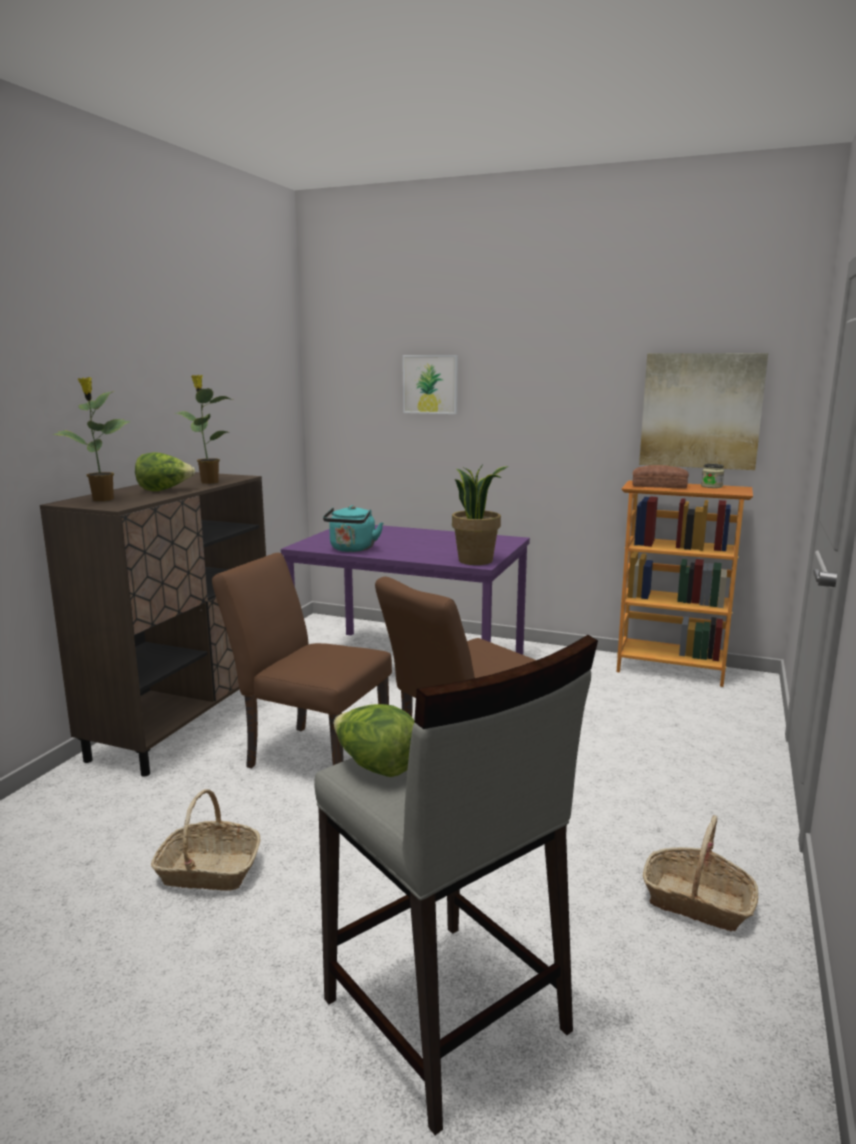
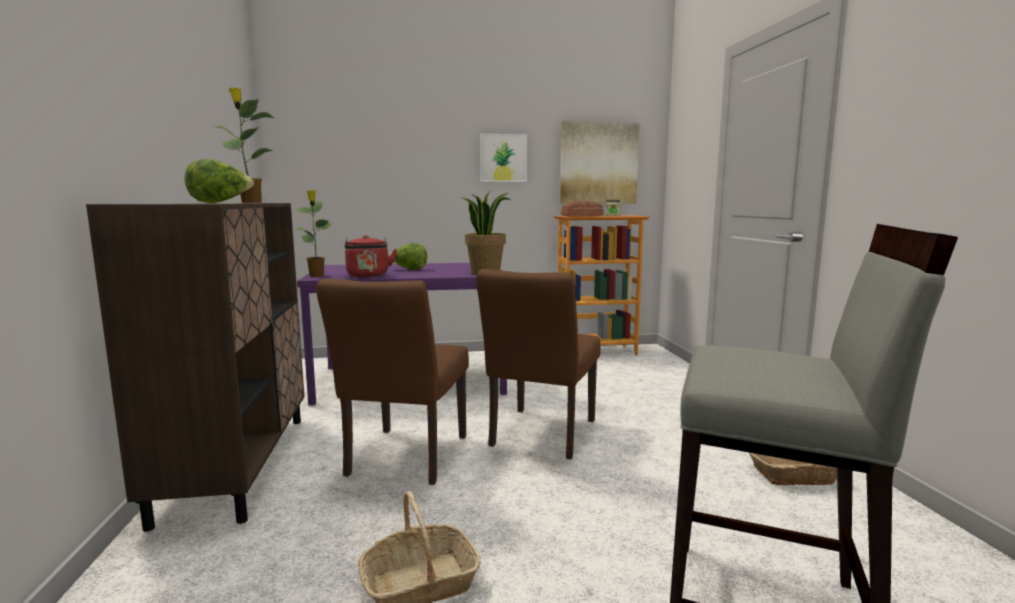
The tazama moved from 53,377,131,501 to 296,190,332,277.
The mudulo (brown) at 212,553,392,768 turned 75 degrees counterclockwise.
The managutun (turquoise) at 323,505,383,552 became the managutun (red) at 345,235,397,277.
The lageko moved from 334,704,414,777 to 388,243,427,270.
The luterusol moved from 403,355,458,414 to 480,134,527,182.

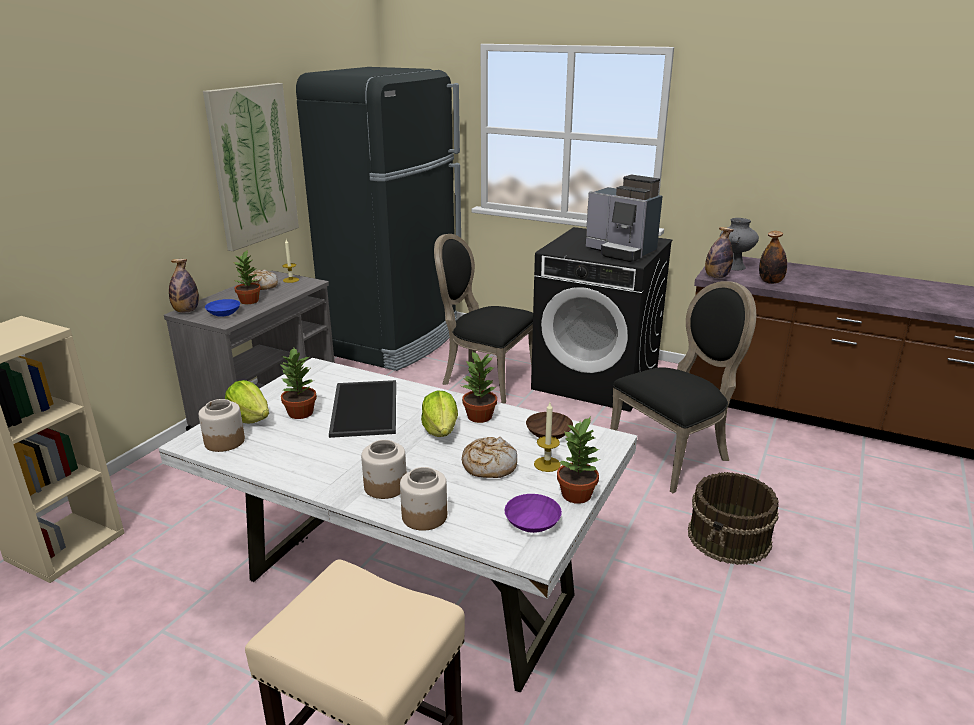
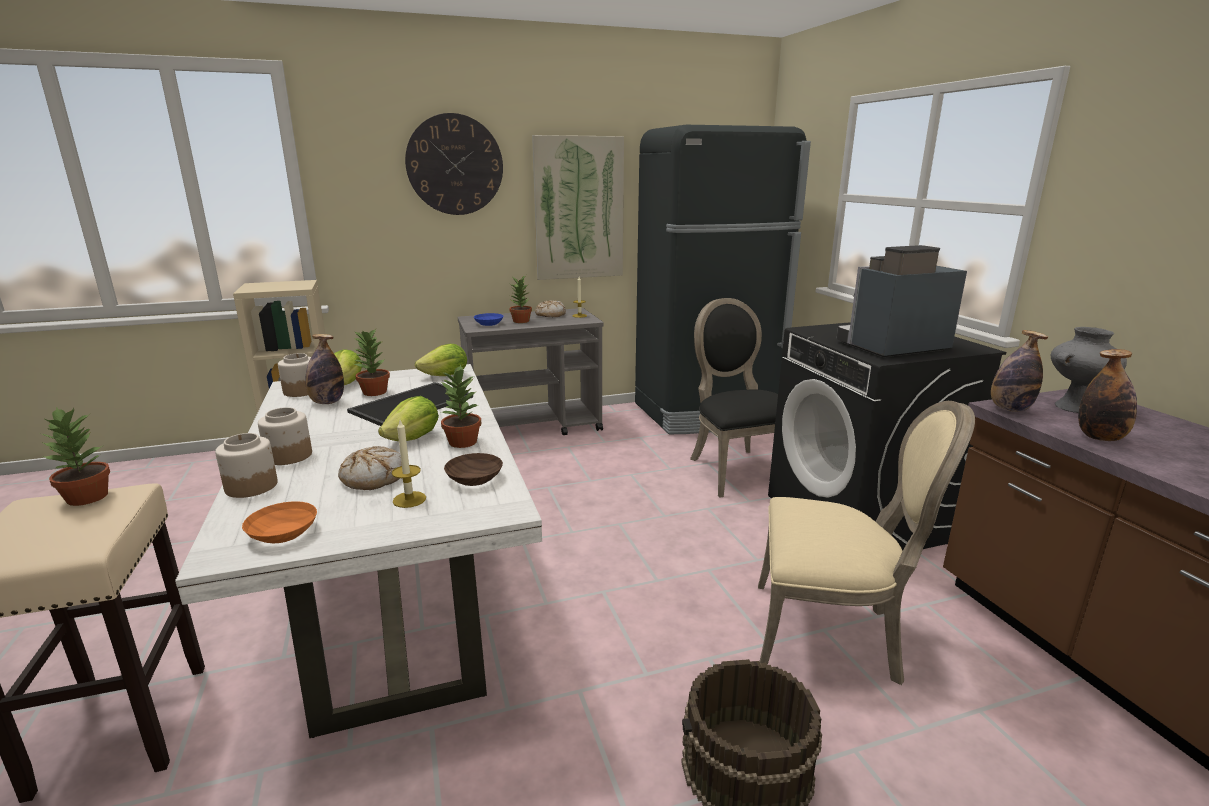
The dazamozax moved from 169,259,199,313 to 305,334,344,404.
The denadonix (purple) at 505,494,562,533 became the denadonix (orange) at 242,501,317,543.
The tazama moved from 557,417,599,504 to 42,407,110,506.
The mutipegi at 585,175,662,262 turned 75 degrees clockwise.
The mudulo (black) at 610,281,756,493 became the mudulo (beige) at 758,401,975,685.
The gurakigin at 405,113,503,215 appeared.
The lageko at 415,344,467,376 appeared.

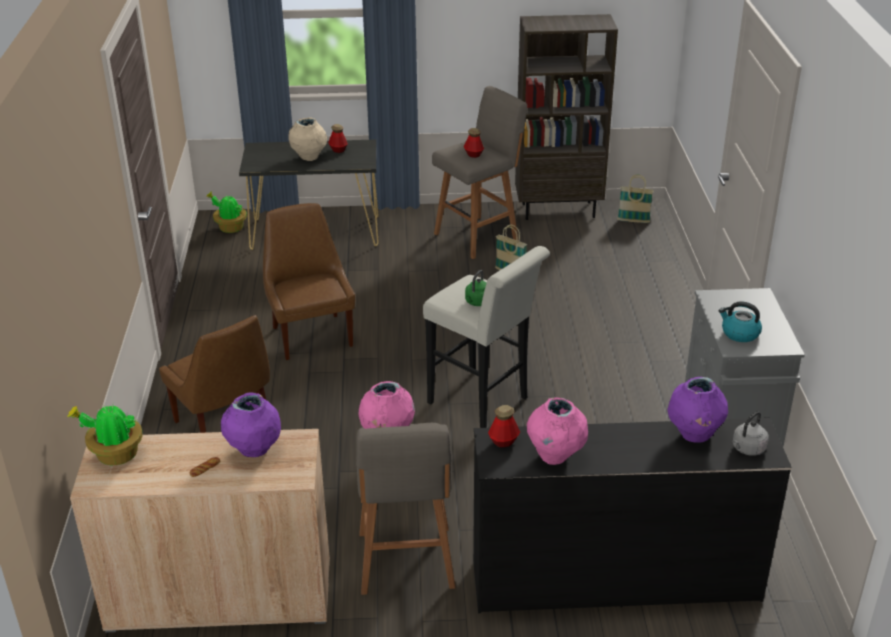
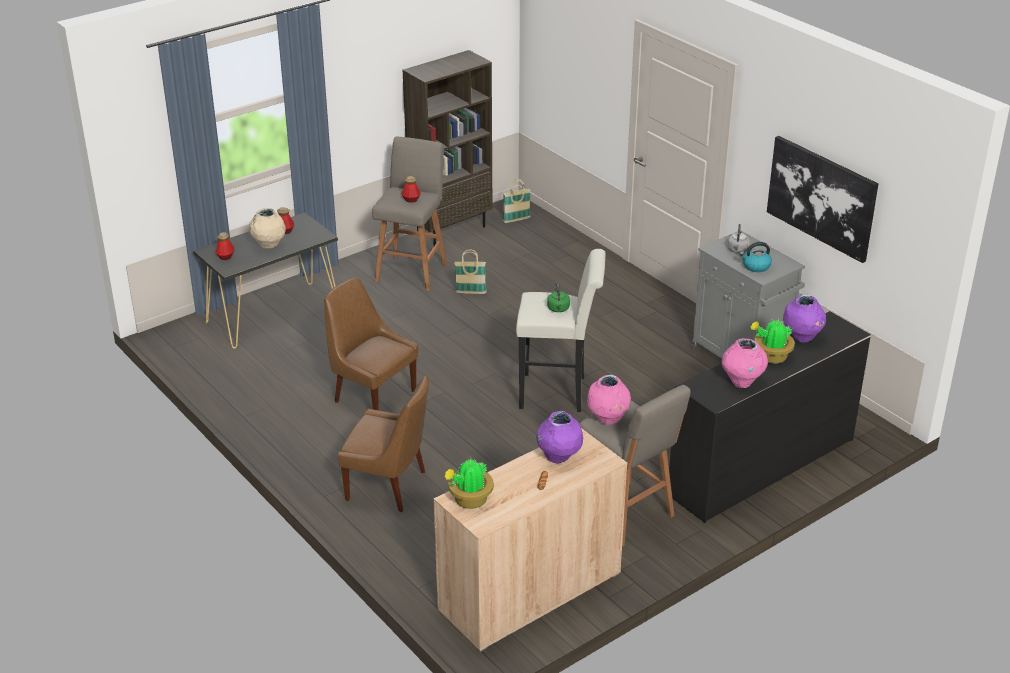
The tazama moved from 207,192,247,233 to 750,319,795,364.
The dazamozax moved from 488,405,520,448 to 216,232,234,260.
The managutun (grey) moved from 733,411,769,456 to 728,224,750,253.
The luterusol at 767,136,878,263 appeared.

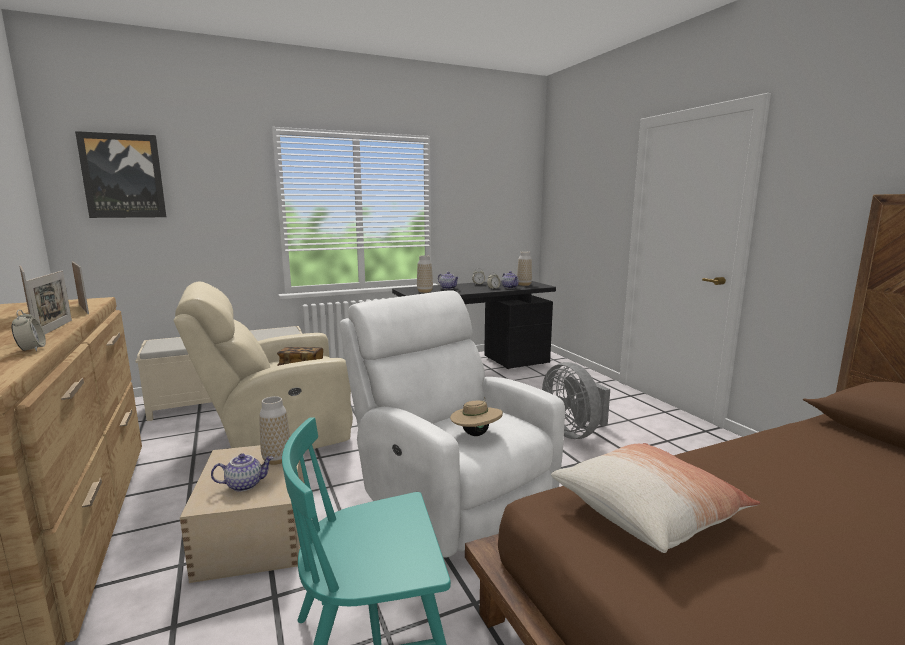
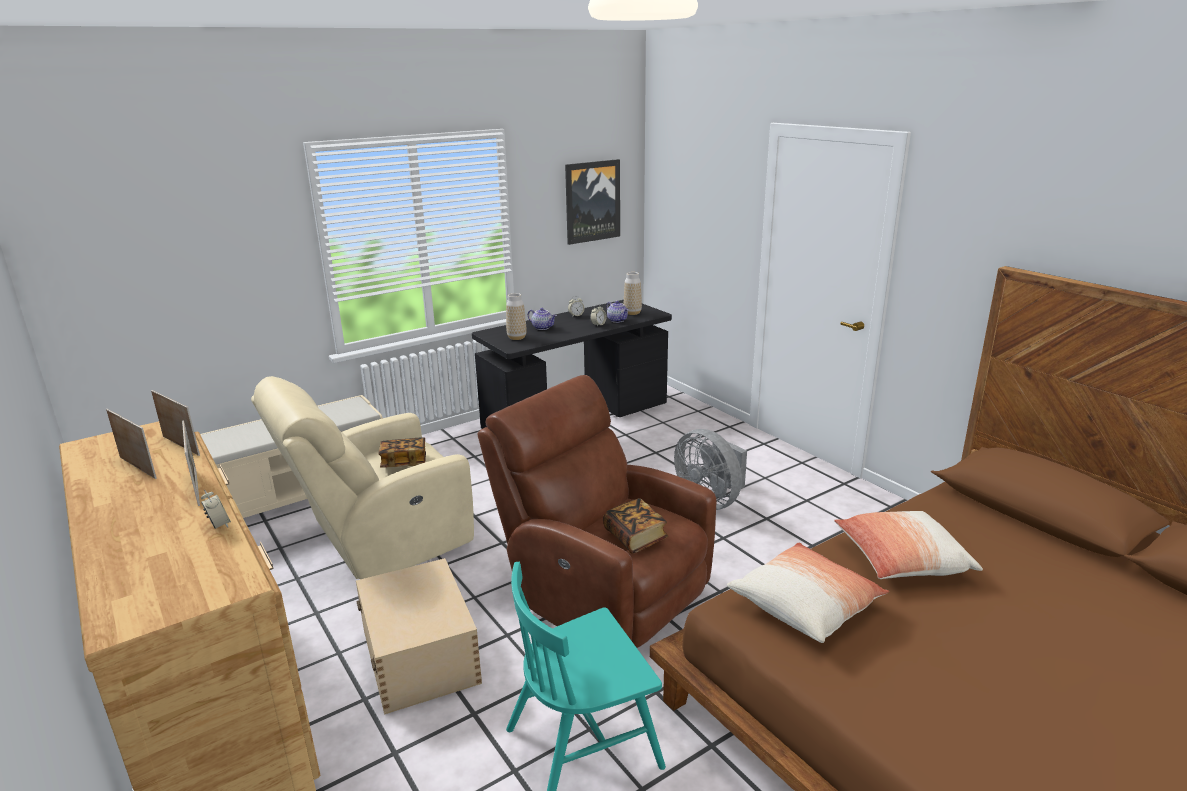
The luterusol moved from 75,131,166,218 to 565,159,620,245.
The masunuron at 211,453,274,492 disappeared.
The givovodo at 259,396,290,465 disappeared.
The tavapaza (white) at 339,290,565,557 became the tavapaza (brown) at 477,375,717,648.
The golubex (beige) at 450,397,503,436 was replaced by the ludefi at 603,498,668,554.
The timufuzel at 834,511,983,579 appeared.

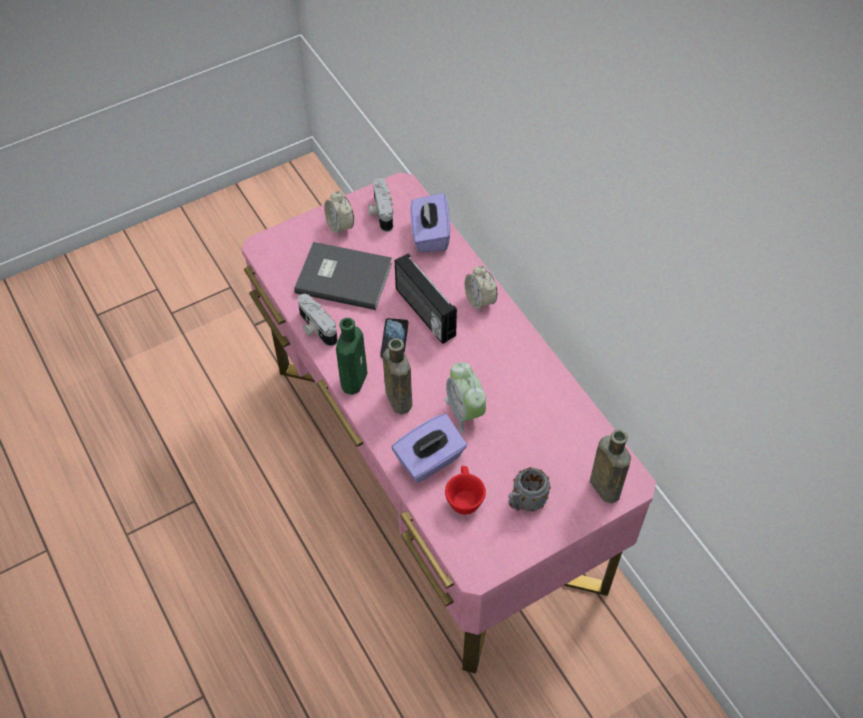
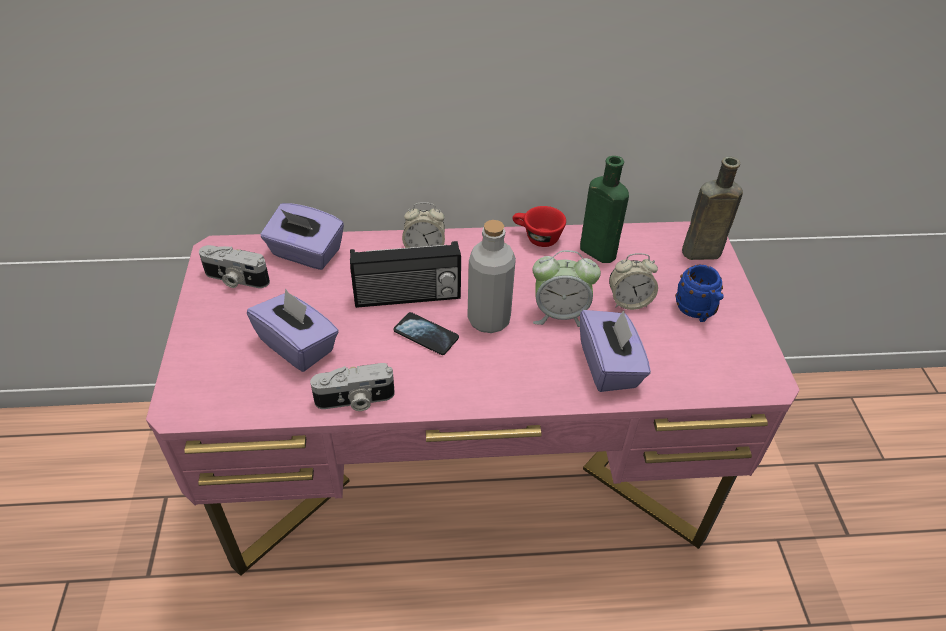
The ludefi (grey) at 294,242,392,310 was replaced by the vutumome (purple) at 247,288,339,372.
The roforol moved from 324,191,354,236 to 609,253,658,310.
The dazamozax (green) moved from 336,318,367,395 to 580,156,629,263.
The dazamozax (brown) at 383,338,412,414 disappeared.
The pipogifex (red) moved from 445,466,486,515 to 512,206,566,247.
The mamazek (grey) at 508,467,551,511 became the mamazek (blue) at 675,265,724,322.
The dazamozax (grey) at 467,220,516,333 appeared.

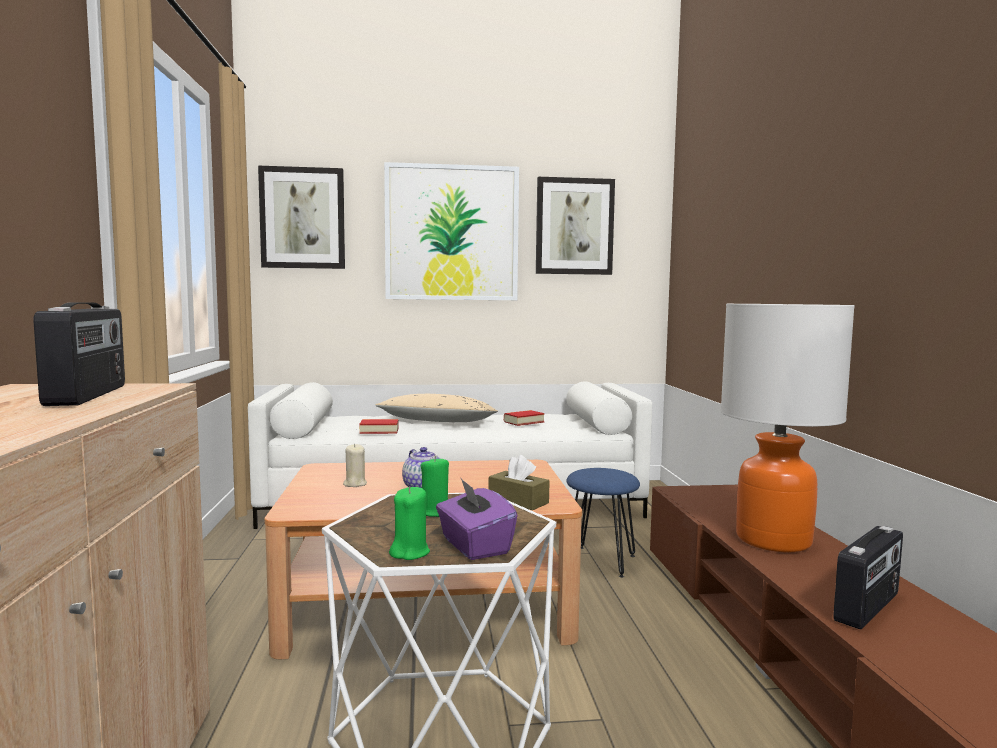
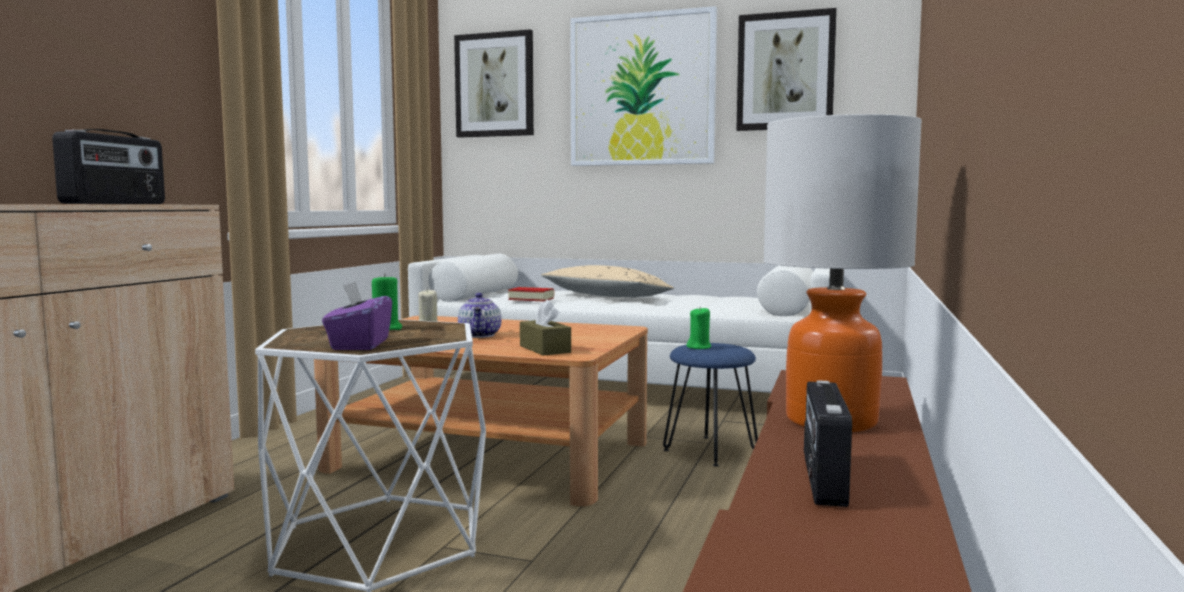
The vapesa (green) moved from 389,486,430,560 to 687,307,711,349.
The ludefi at 504,410,545,426 disappeared.
The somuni at 833,526,903,629 turned 120 degrees clockwise.

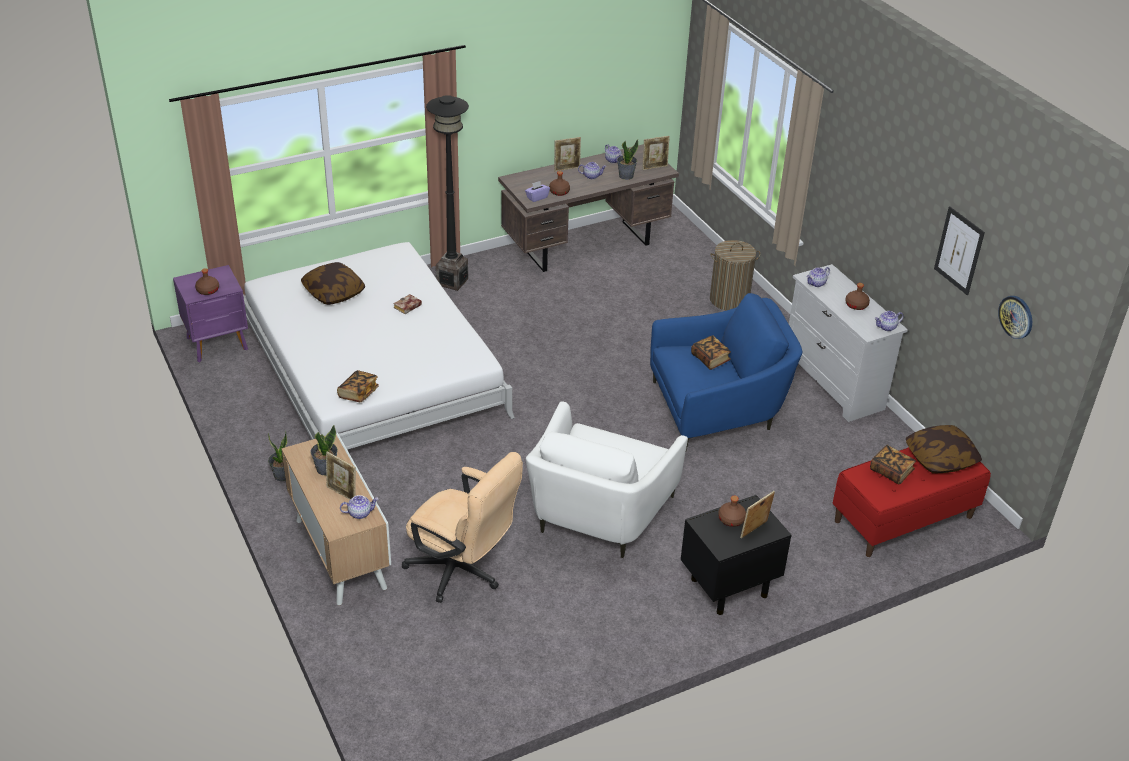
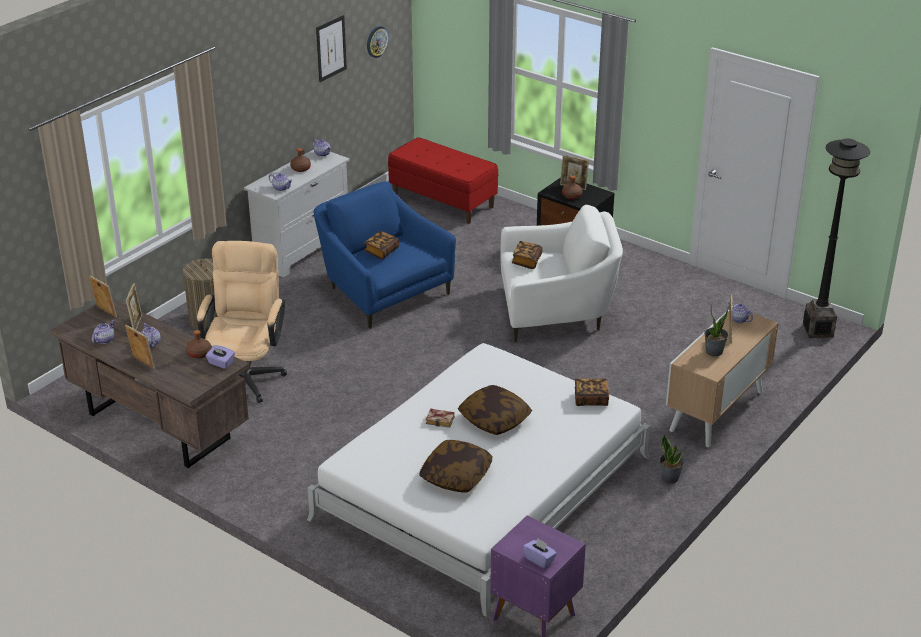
The dazamozax (brown) at 195,268,219,295 disappeared.
The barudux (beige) moved from 402,452,523,603 to 197,241,287,403.
The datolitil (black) moved from 426,95,469,291 to 803,139,870,338.
The tazama at 617,140,638,180 was replaced by the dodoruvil at 126,283,142,330.
The ludefi moved from 870,445,916,485 to 512,241,542,269.
The timufuzel moved from 906,425,982,473 to 458,385,532,435.
The vutumome (purple) at 523,538,557,568 appeared.

